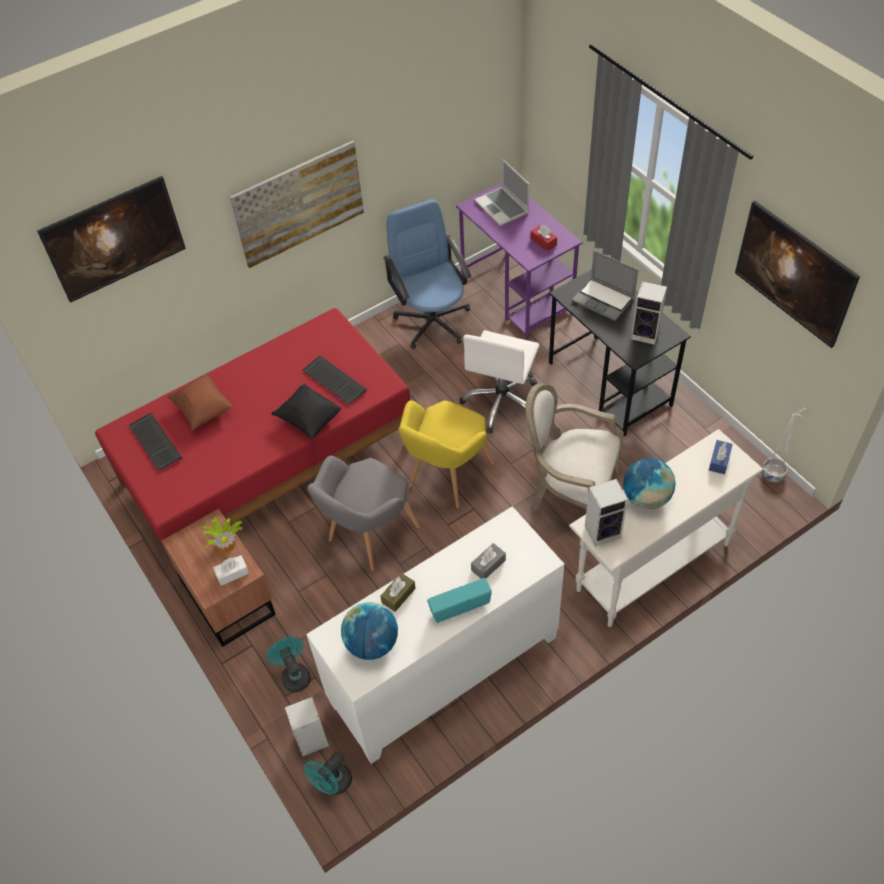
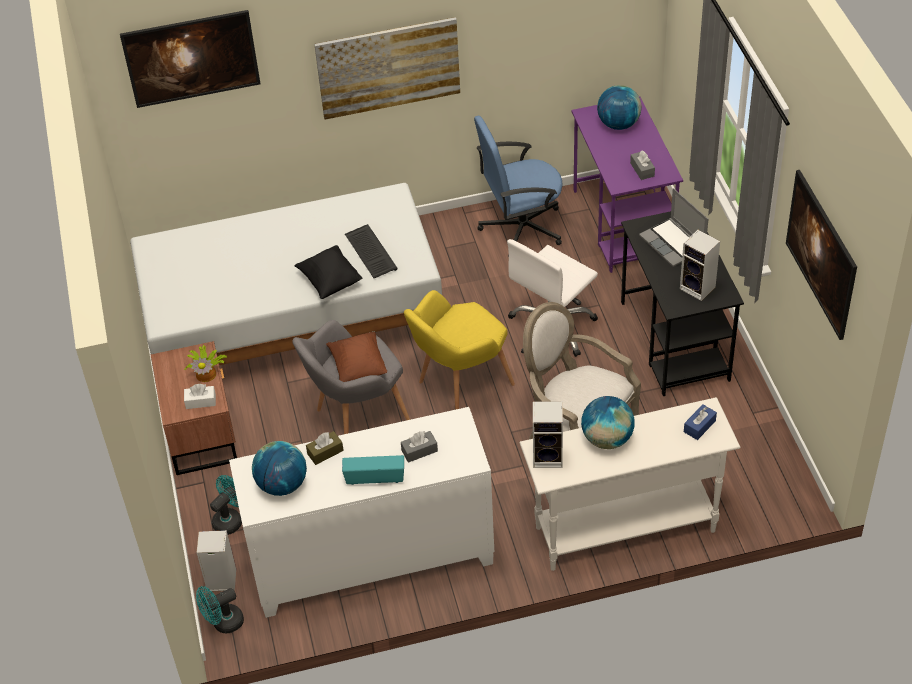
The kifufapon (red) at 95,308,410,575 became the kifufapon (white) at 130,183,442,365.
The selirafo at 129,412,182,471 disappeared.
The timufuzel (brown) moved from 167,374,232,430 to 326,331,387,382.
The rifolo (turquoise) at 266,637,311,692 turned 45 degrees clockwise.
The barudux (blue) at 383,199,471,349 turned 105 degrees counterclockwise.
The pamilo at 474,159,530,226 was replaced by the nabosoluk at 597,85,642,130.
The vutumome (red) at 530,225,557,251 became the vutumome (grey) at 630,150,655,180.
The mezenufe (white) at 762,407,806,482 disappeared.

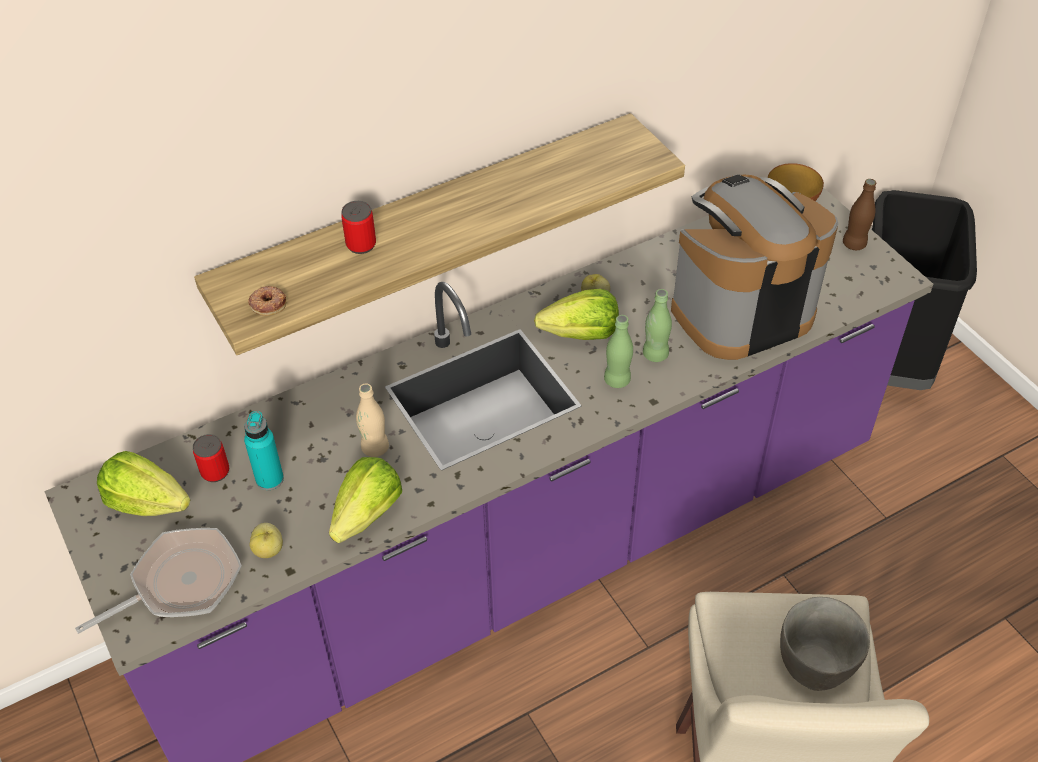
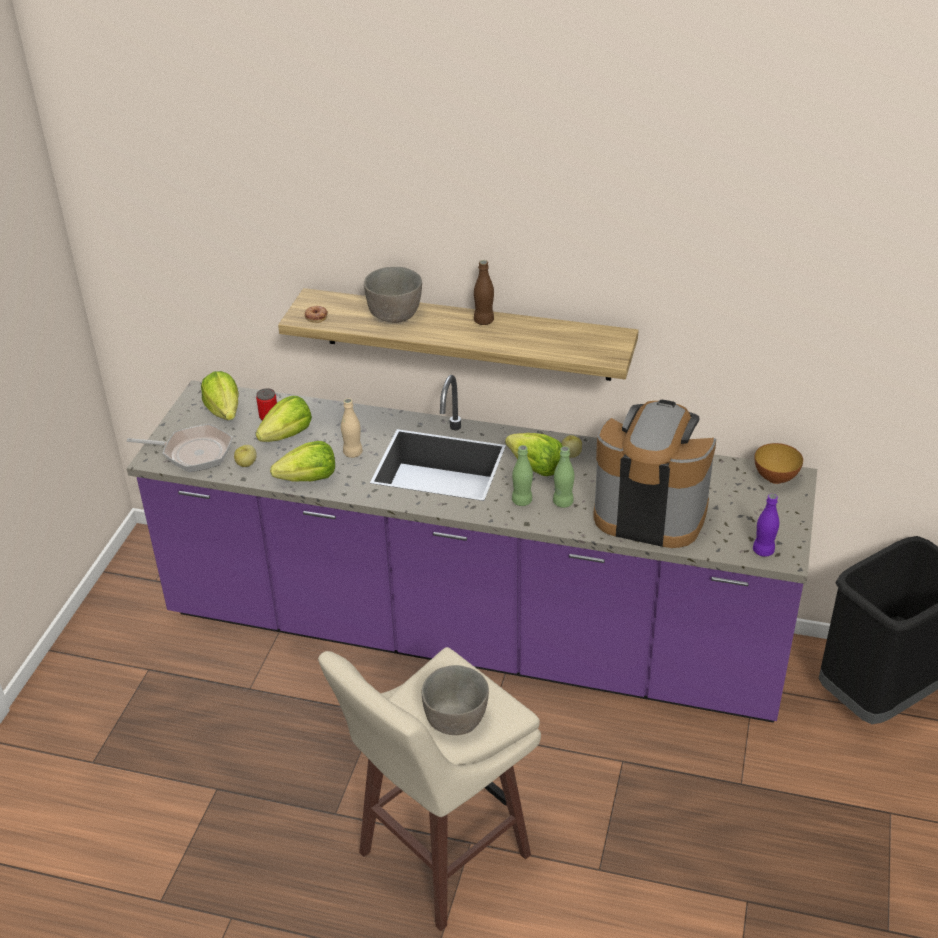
The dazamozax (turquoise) at 244,411,284,490 was replaced by the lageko at 256,396,312,442.
The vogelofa at 341,201,376,254 was replaced by the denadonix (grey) at 364,267,422,323.
The dazamozax (brown) moved from 843,179,876,250 to 474,260,494,325.
The dazamozax (purple) at 753,494,779,557 appeared.

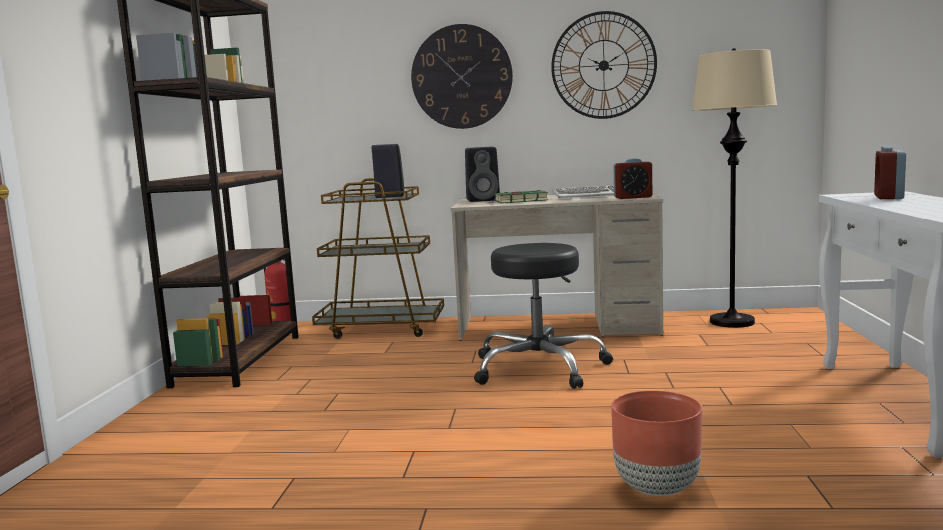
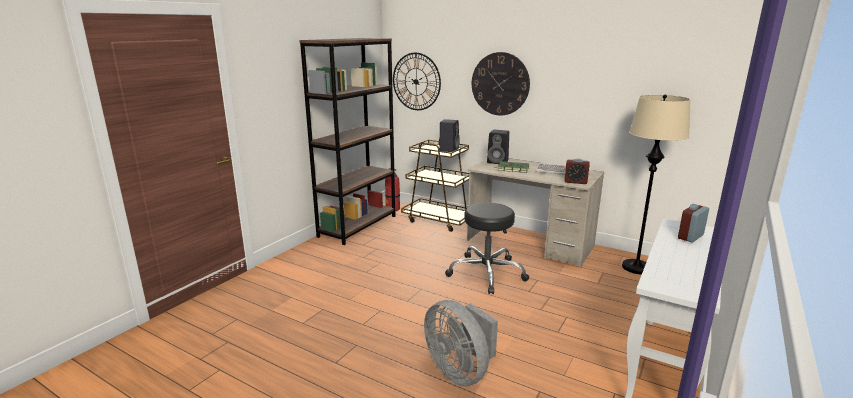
The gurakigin moved from 551,11,657,119 to 393,53,441,110.
The mezenufe (brown) at 611,391,702,496 was replaced by the rifolo (grey) at 424,300,498,386.

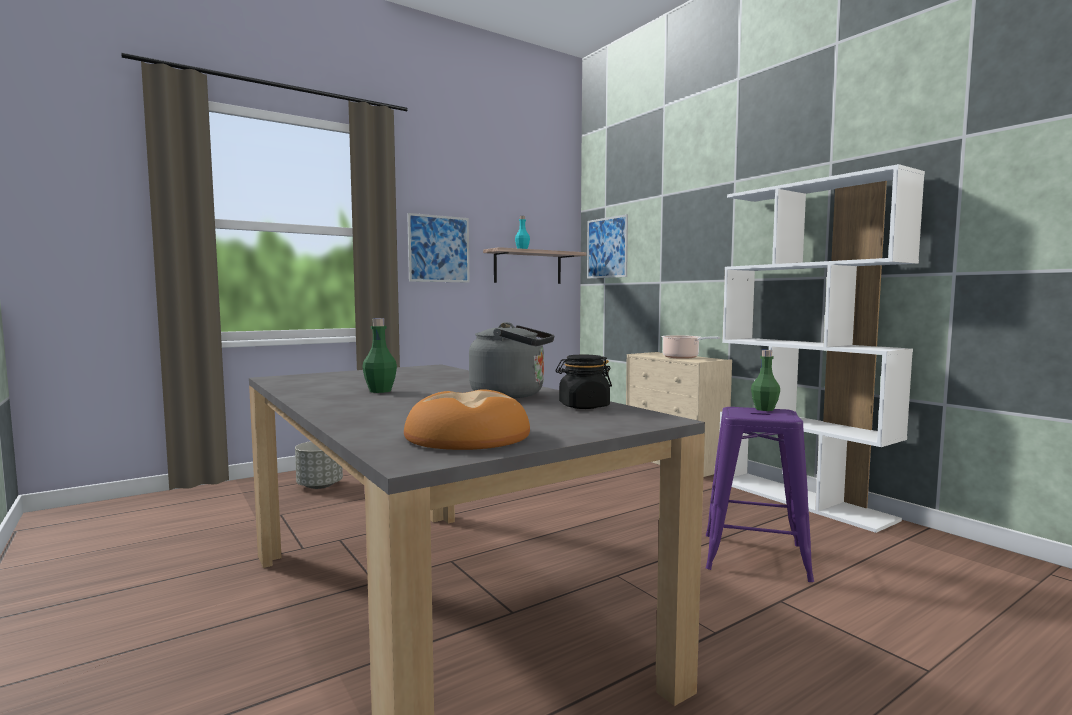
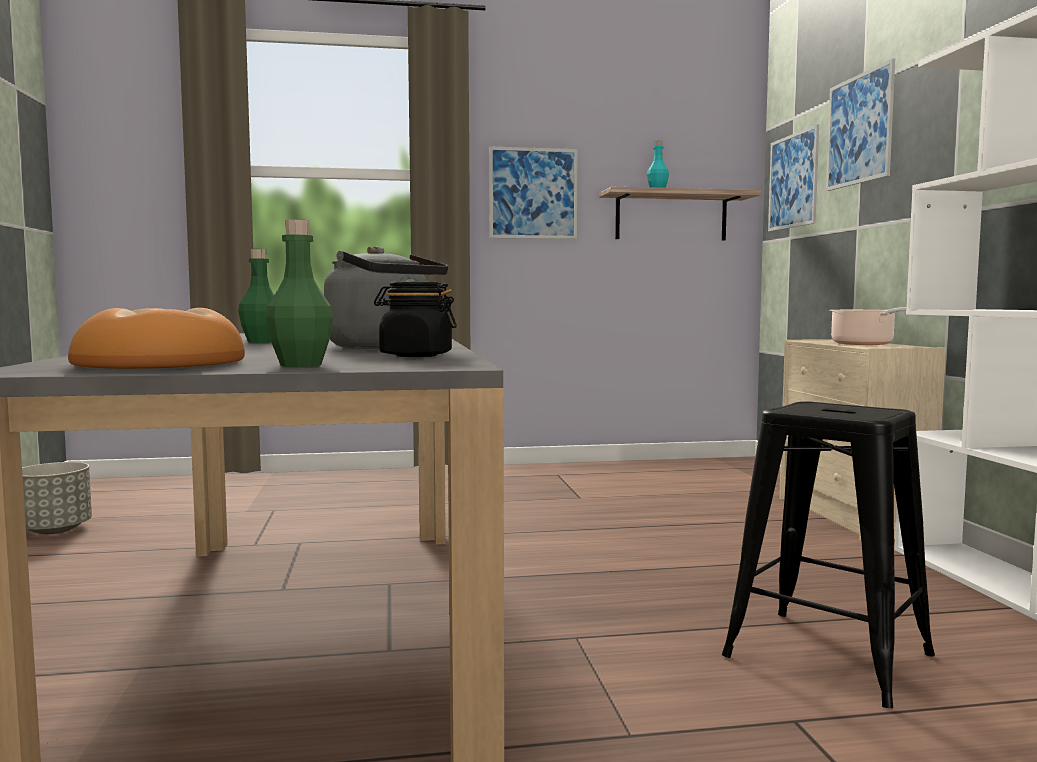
The mezenufe (grey) moved from 295,441,343,489 to 22,462,92,534.
The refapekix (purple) at 706,407,814,582 became the refapekix (black) at 722,401,935,708.
The dazamozax (green) moved from 751,350,780,411 to 266,219,333,367.
The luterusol at 826,58,895,191 appeared.

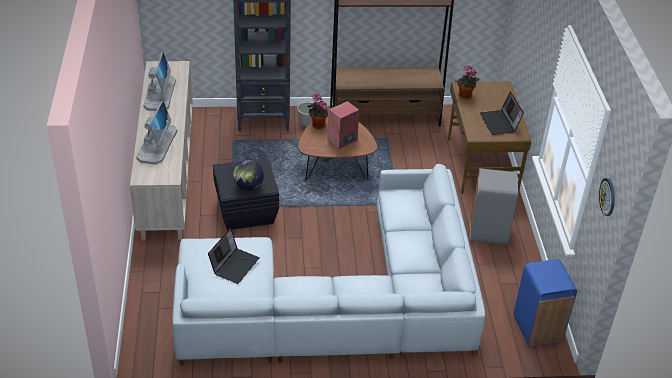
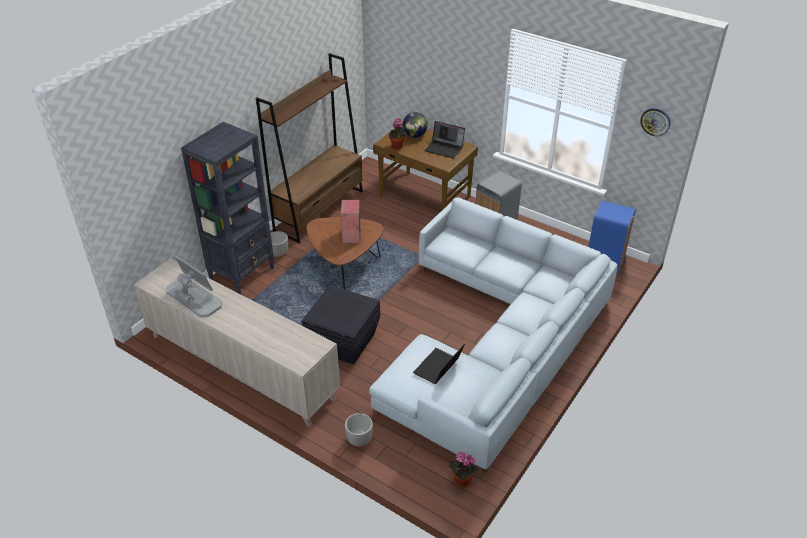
The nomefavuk at 137,101,177,165 disappeared.
The pamilo at 208,228,259,284 turned 120 degrees counterclockwise.
The nabosoluk moved from 233,160,264,191 to 403,112,428,138.
The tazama moved from 307,94,328,129 to 449,452,478,488.
The mezenufe at 345,413,373,446 appeared.

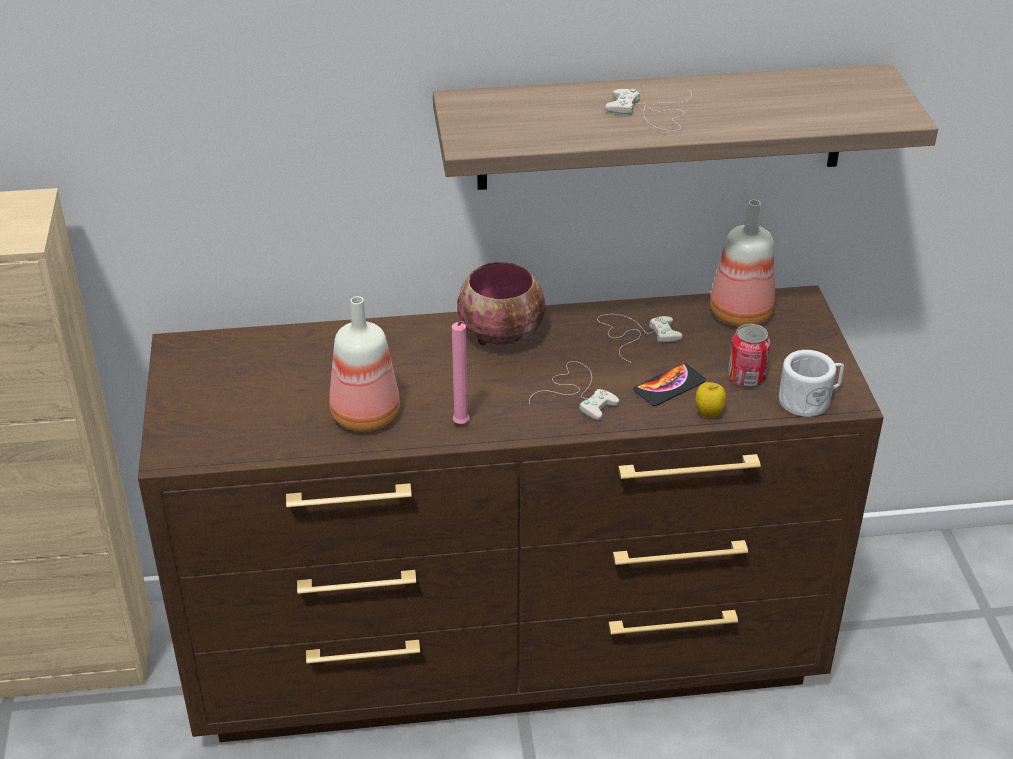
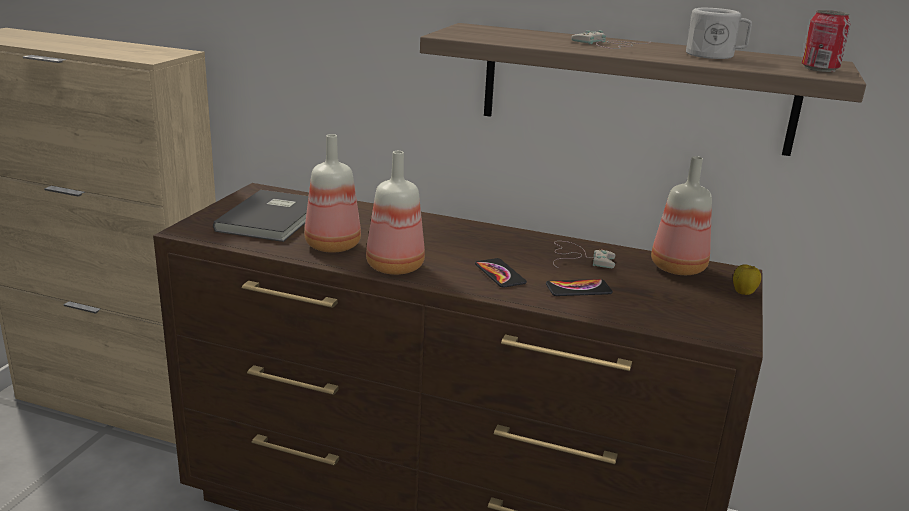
The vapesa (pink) at 452,321,469,424 was replaced by the dazamozax at 366,151,425,275.
The denadonix at 457,262,545,345 disappeared.
The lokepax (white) at 529,361,619,420 was replaced by the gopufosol at 475,258,527,288.
The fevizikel moved from 696,382,726,418 to 733,264,761,295.
The vogelofa moved from 728,324,771,387 to 801,10,851,72.
The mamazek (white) moved from 779,350,844,417 to 686,8,752,59.
The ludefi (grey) at 213,190,309,242 appeared.

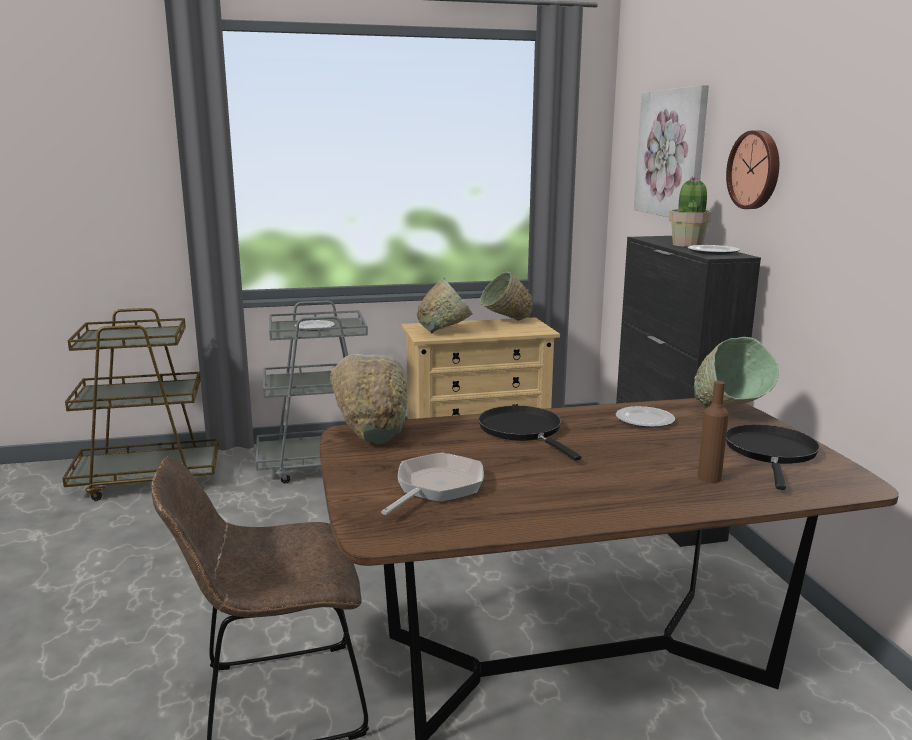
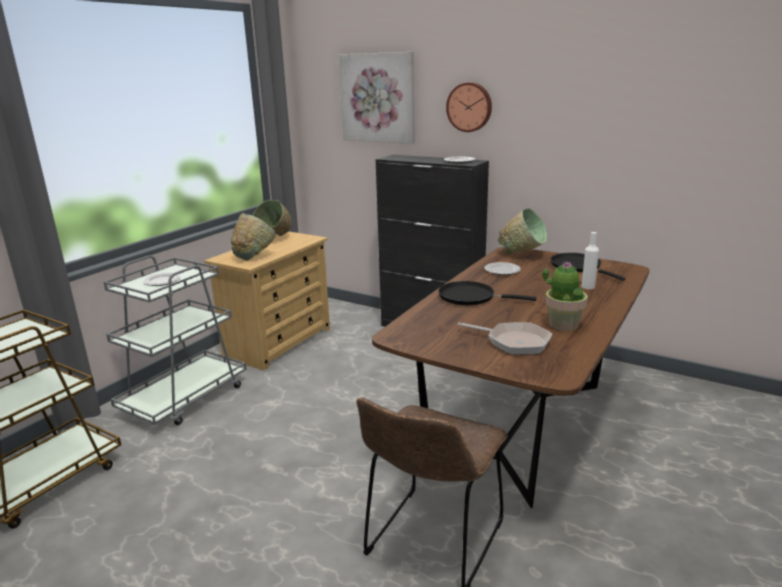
The denadonix (green) at 330,354,408,444 disappeared.
The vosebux at 381,453,484,515 turned 135 degrees clockwise.
The tazama moved from 669,176,712,247 to 542,261,588,331.
The dazamozax (brown) at 698,381,729,483 became the dazamozax (white) at 582,232,599,289.

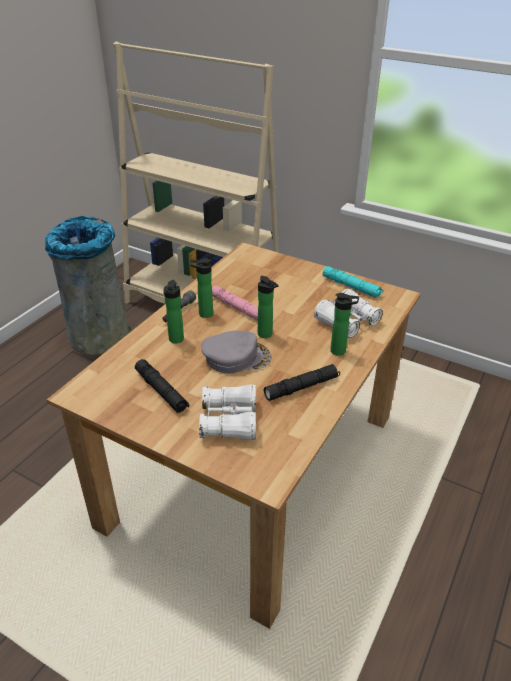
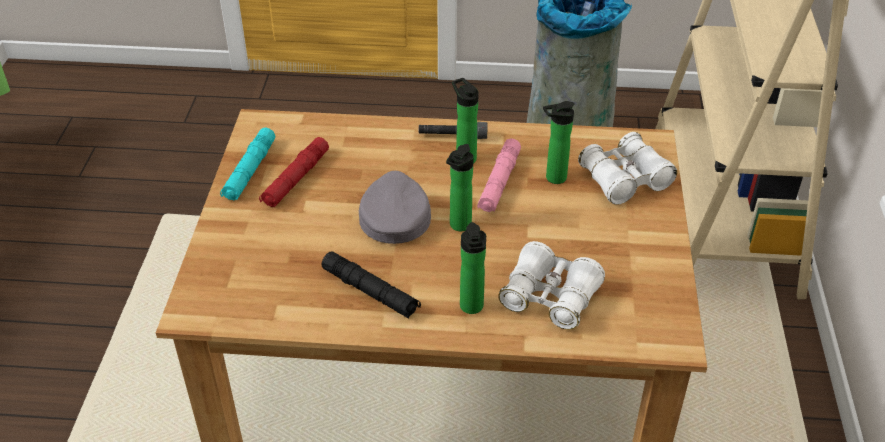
The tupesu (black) at 135,359,189,413 became the tupesu (red) at 259,137,329,207.
The dazamozax moved from 163,280,184,343 to 543,101,575,184.
The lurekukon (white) moved from 199,384,256,440 to 578,132,677,205.
The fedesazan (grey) at 201,330,272,374 turned 150 degrees counterclockwise.
The tupesu (turquoise) moved from 323,266,383,298 to 220,128,275,200.

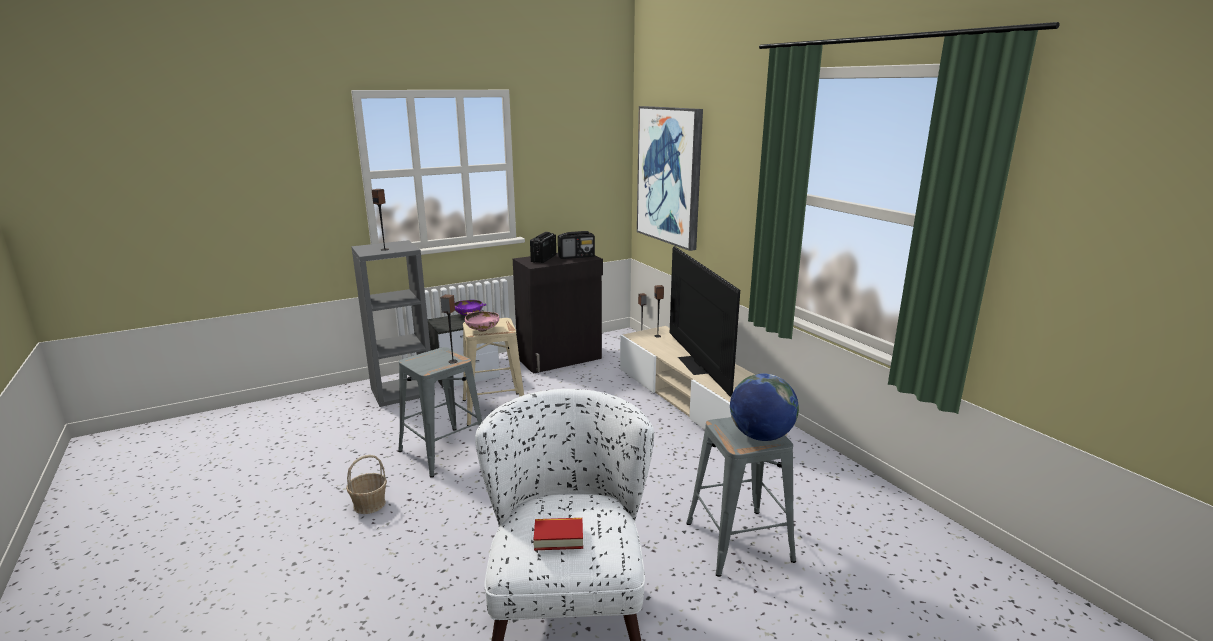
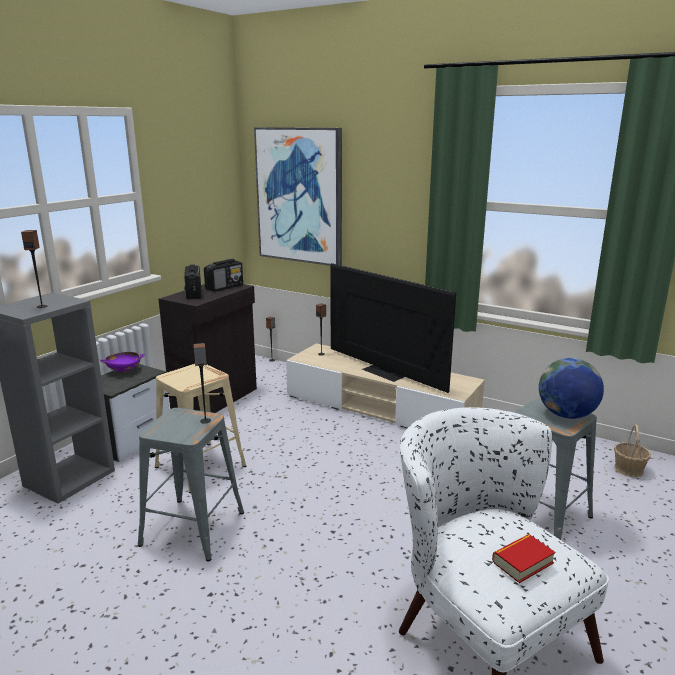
The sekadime moved from 346,455,387,514 to 614,424,651,477.
The denadonix (pink) at 465,312,500,332 disappeared.

